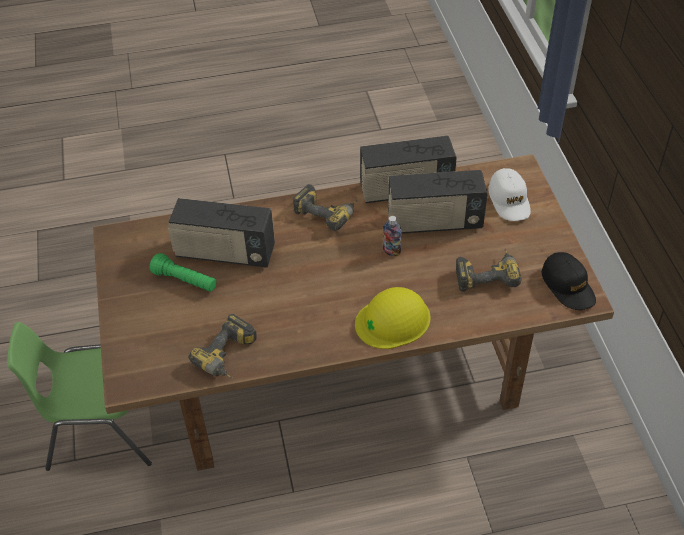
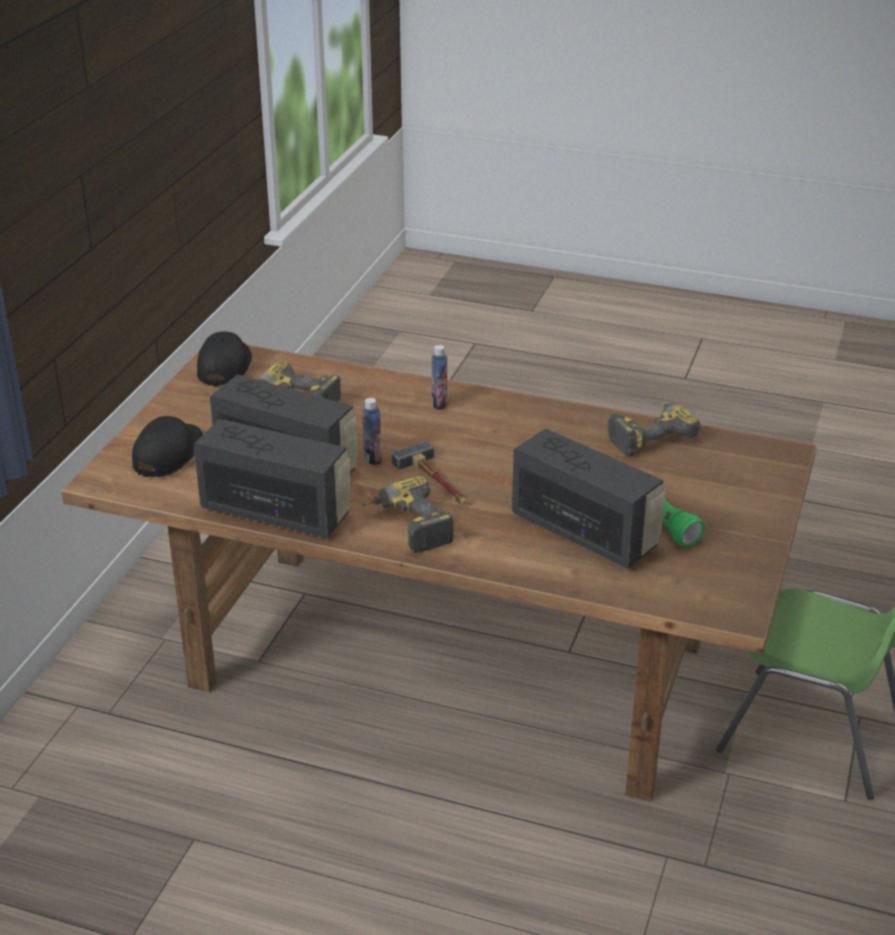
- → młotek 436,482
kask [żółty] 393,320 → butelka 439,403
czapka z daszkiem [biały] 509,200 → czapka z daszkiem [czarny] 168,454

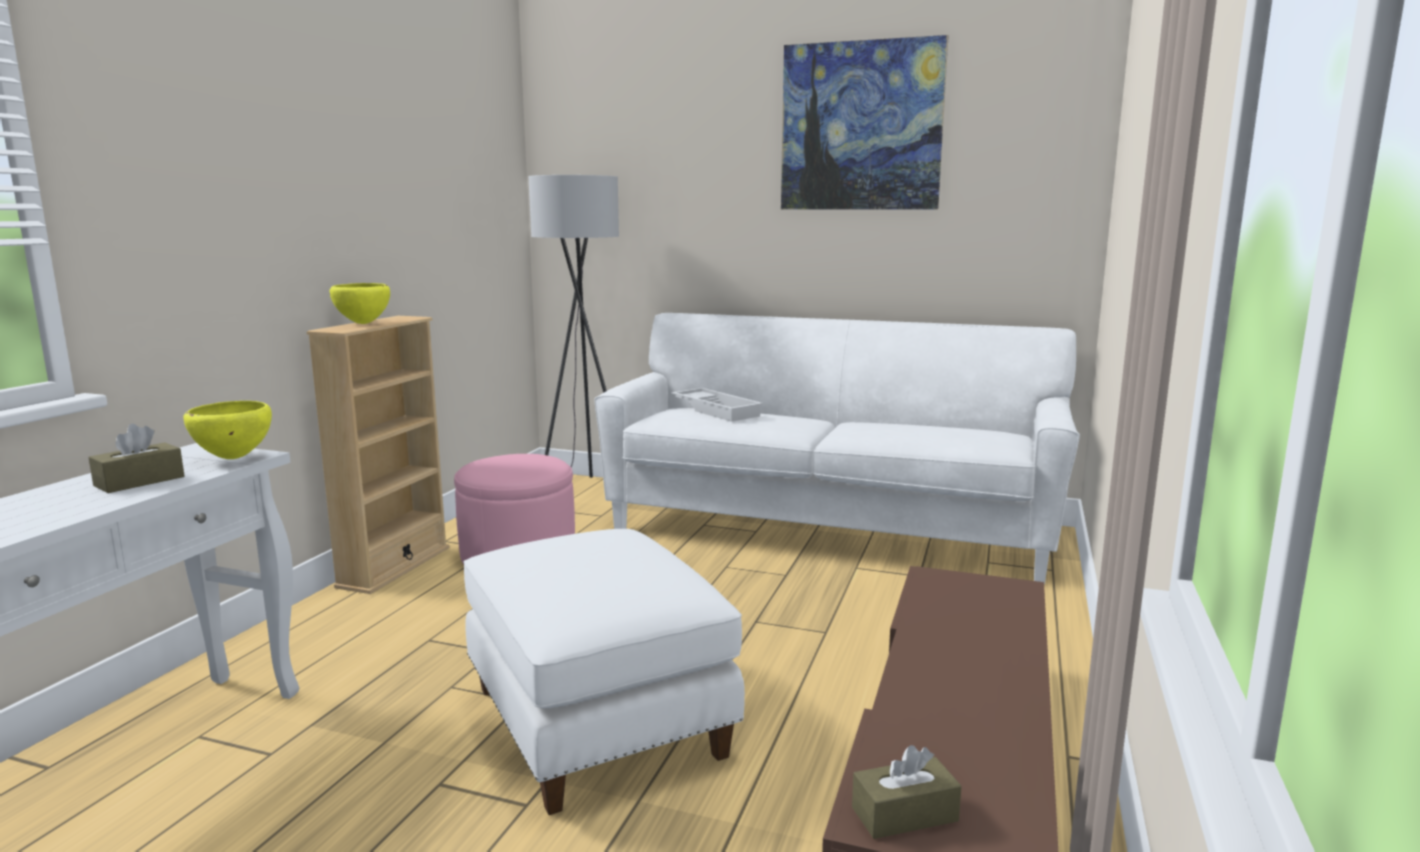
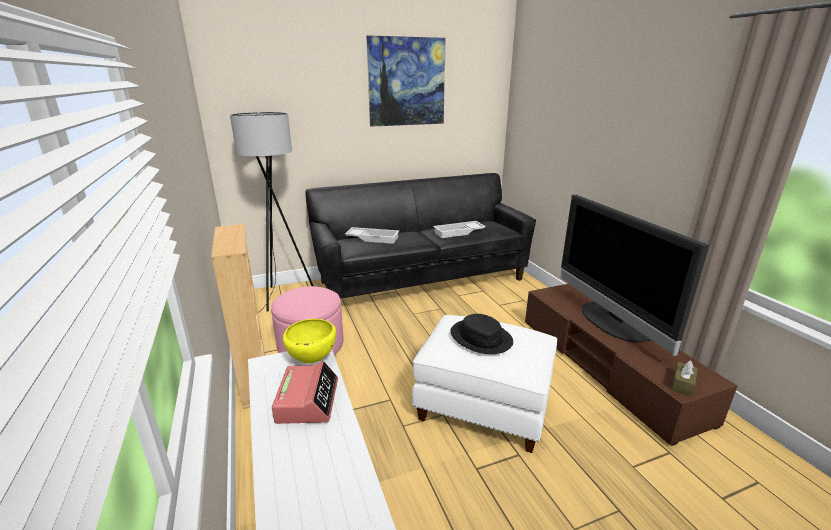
miska [żółty] 364,323 → -
- → taca [biały] 458,232
- → kapelusz [czarny] 481,337
- → telewizor 609,322
pudełko chusteczek [brązowy] 139,481 → budzik 308,400
kanapa [biały] 828,529 → kanapa [czarny] 422,280

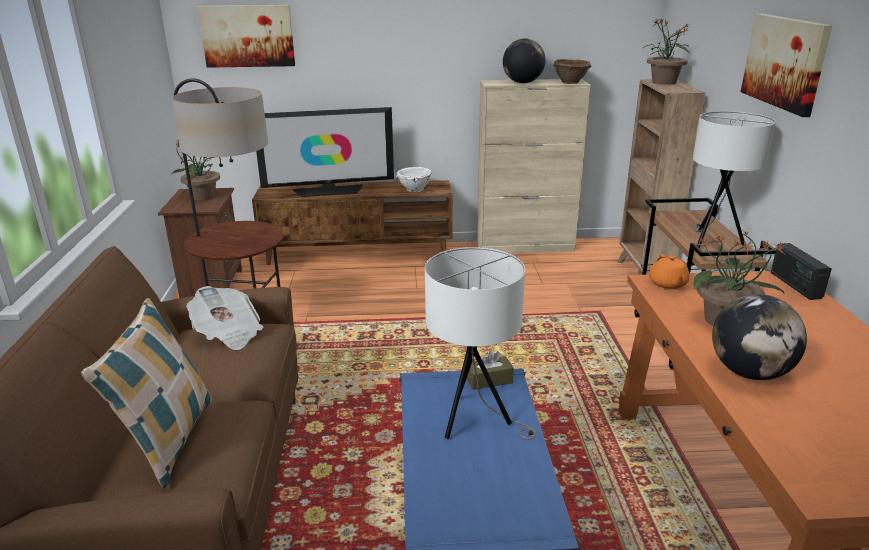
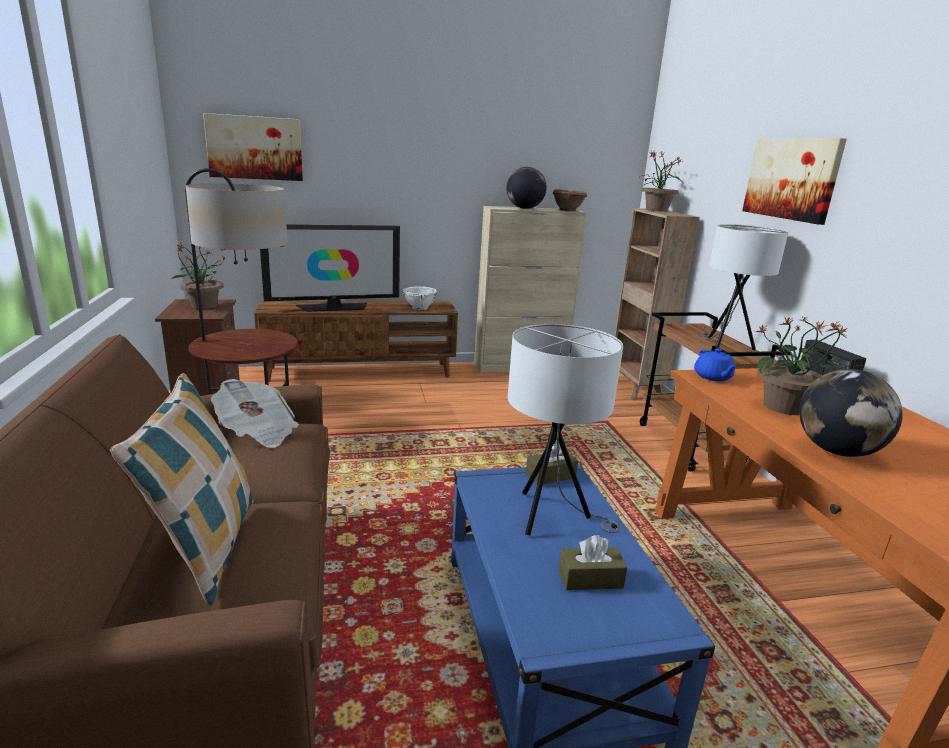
- → pudełko chusteczek [brązowy] 590,578
imbryk [pomarańczowy] 667,284 → imbryk [niebieski] 712,377

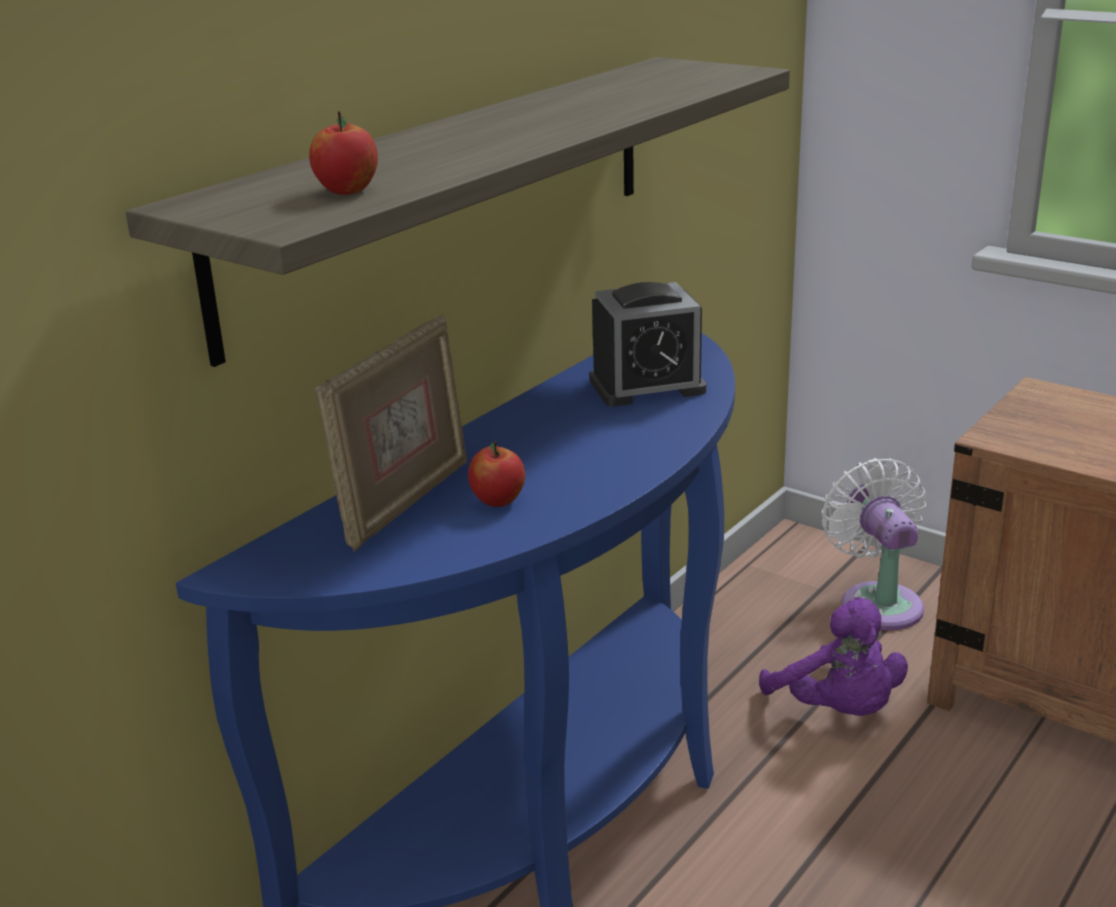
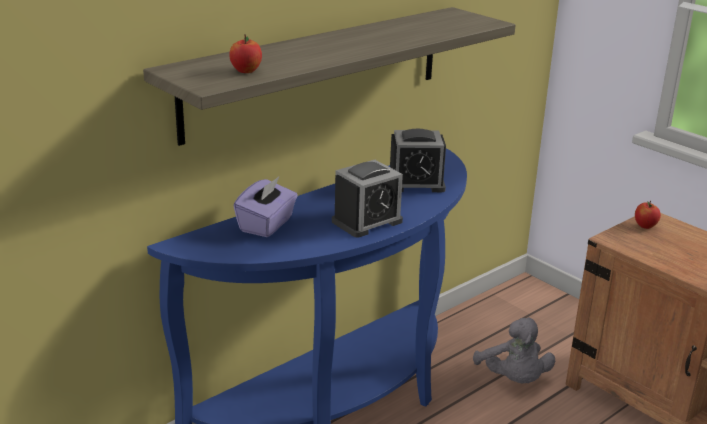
wentylator [biały] 878,602 → -
- → budzik 367,221
jabłko 498,501 → jabłko 645,226, move
ramka na zdjęcie 404,502 → pudełko chusteczek [fioletowy] 267,225
pluszak [fioletowy] 838,710 → pluszak [szary] 513,379

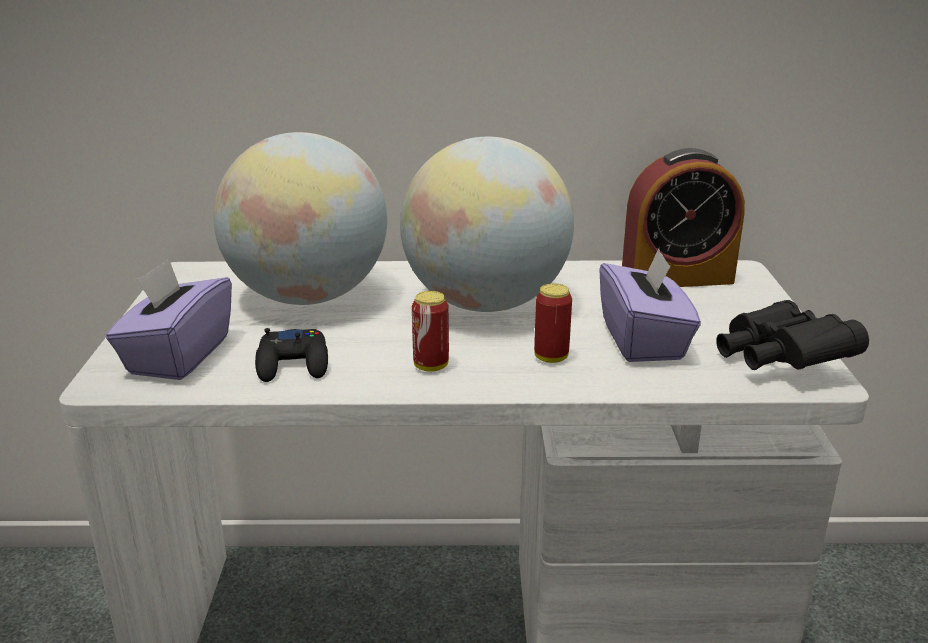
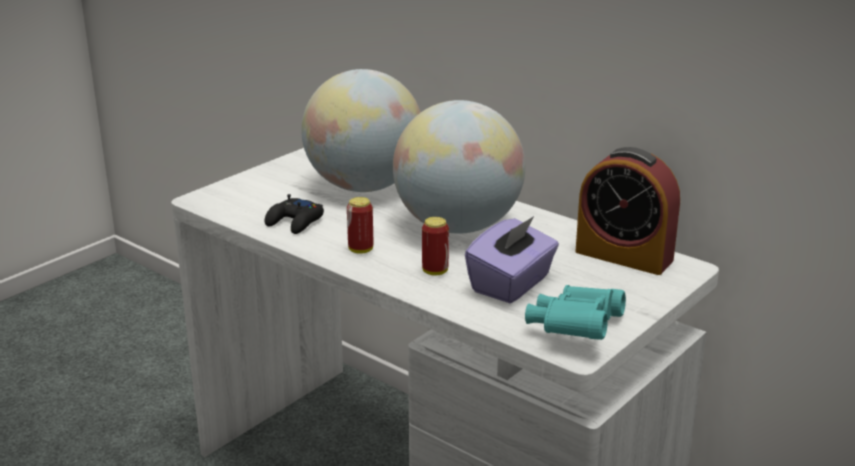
pudełko chusteczek [fioletowy] 178,355 → -
lornetka [czarny] 778,361 → lornetka [turkusowy] 574,330

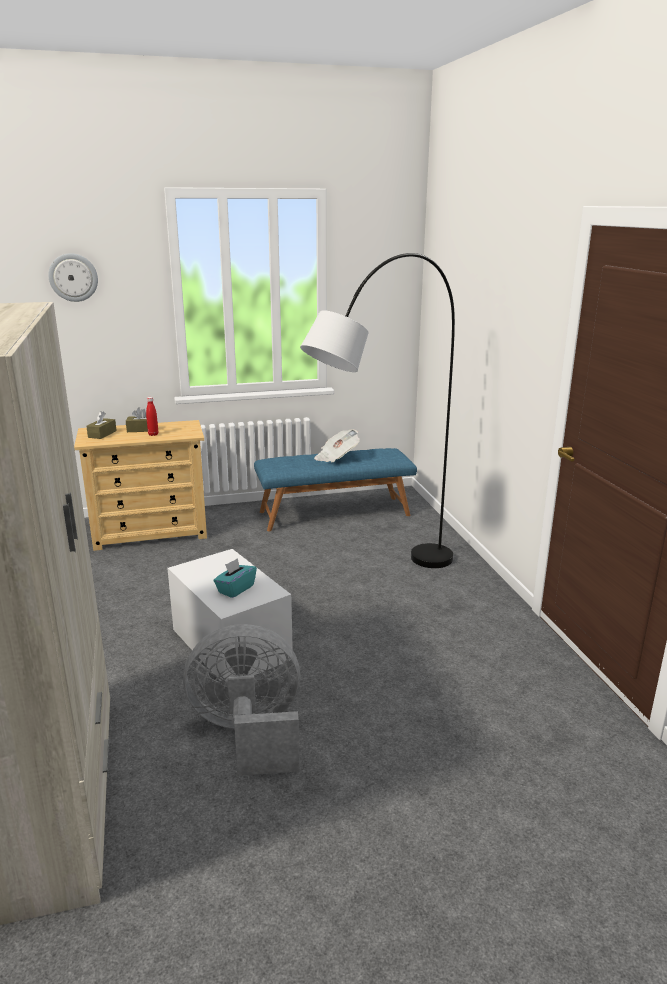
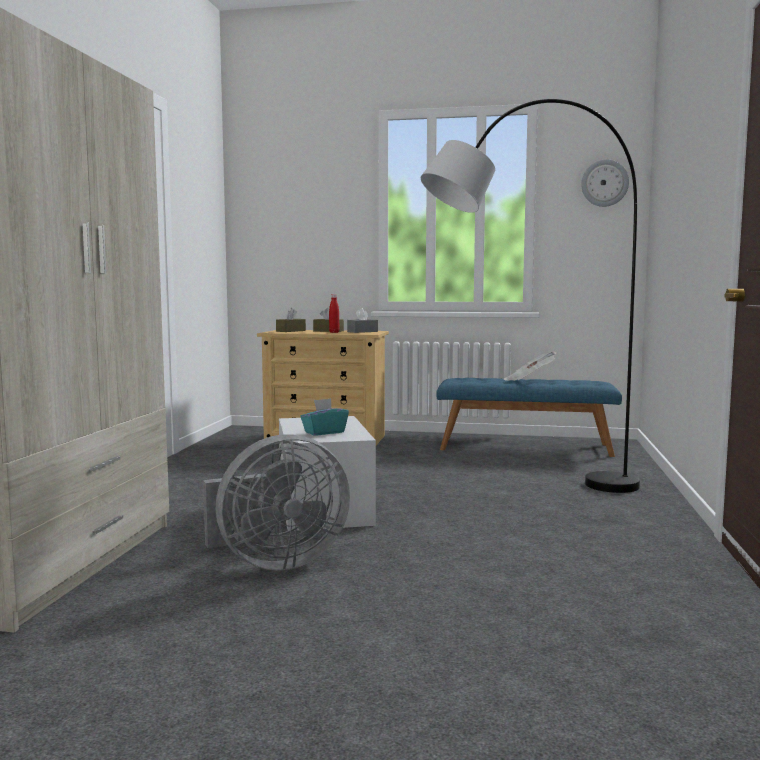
- → pudełko chusteczek [szary] 362,331
zegar ścienny 73,277 → zegar ścienny 604,183, move
wentylator [szary] 249,734 → wentylator [szary] 275,562, 135 degrees clockwise

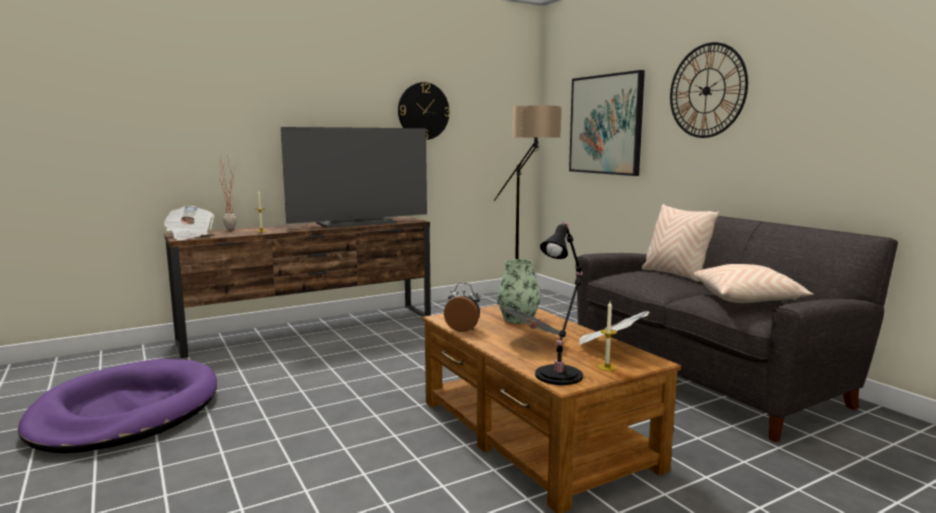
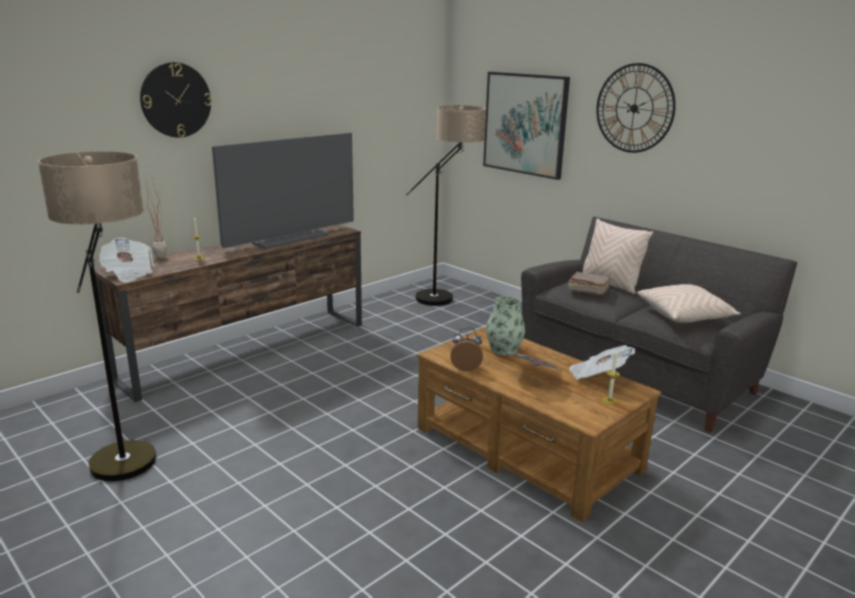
lampa stołowa [czarny] 560,374 → -
- → książka [brązowy] 587,290
zegar ścienny 423,111 → zegar ścienny 176,100, move
legowisko [fioletowy] 126,412 → lampa stojąca 131,474

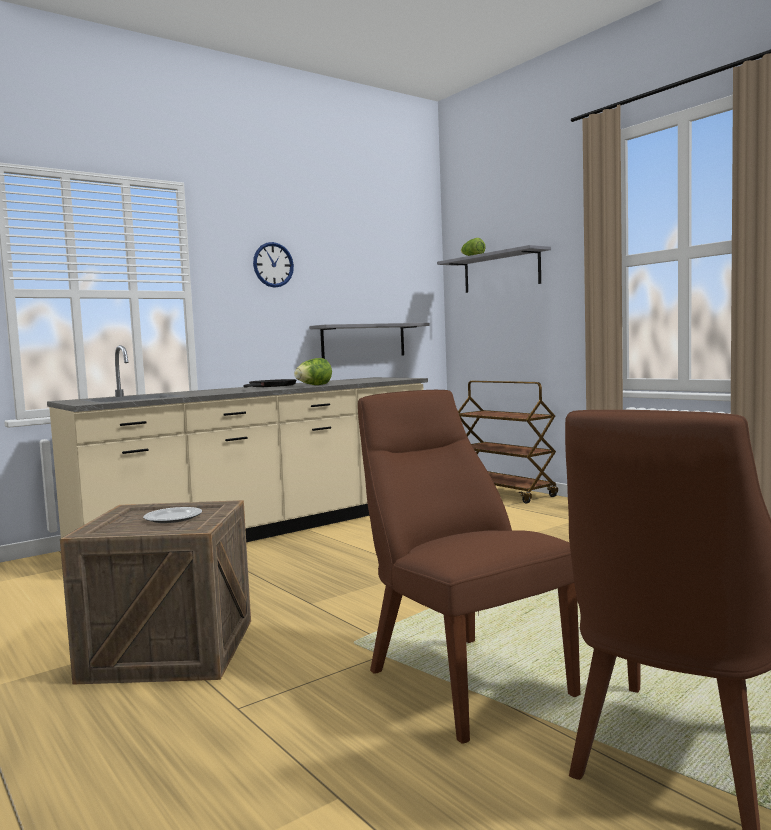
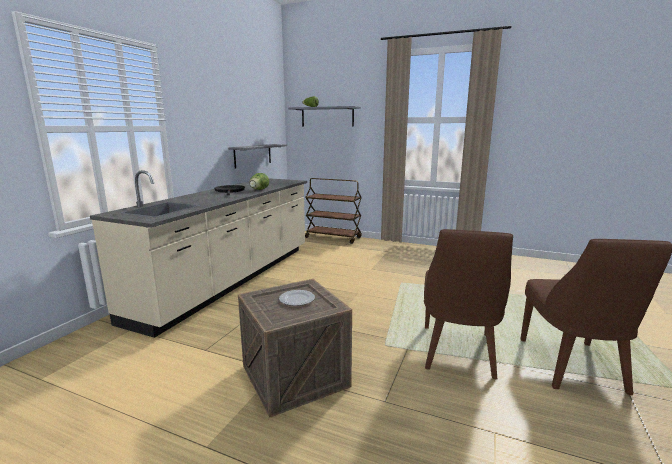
zegar ścienny 273,264 → -
krzesło [brązowy] 462,679 → krzesło [brązowy] 457,353, 105 degrees counterclockwise

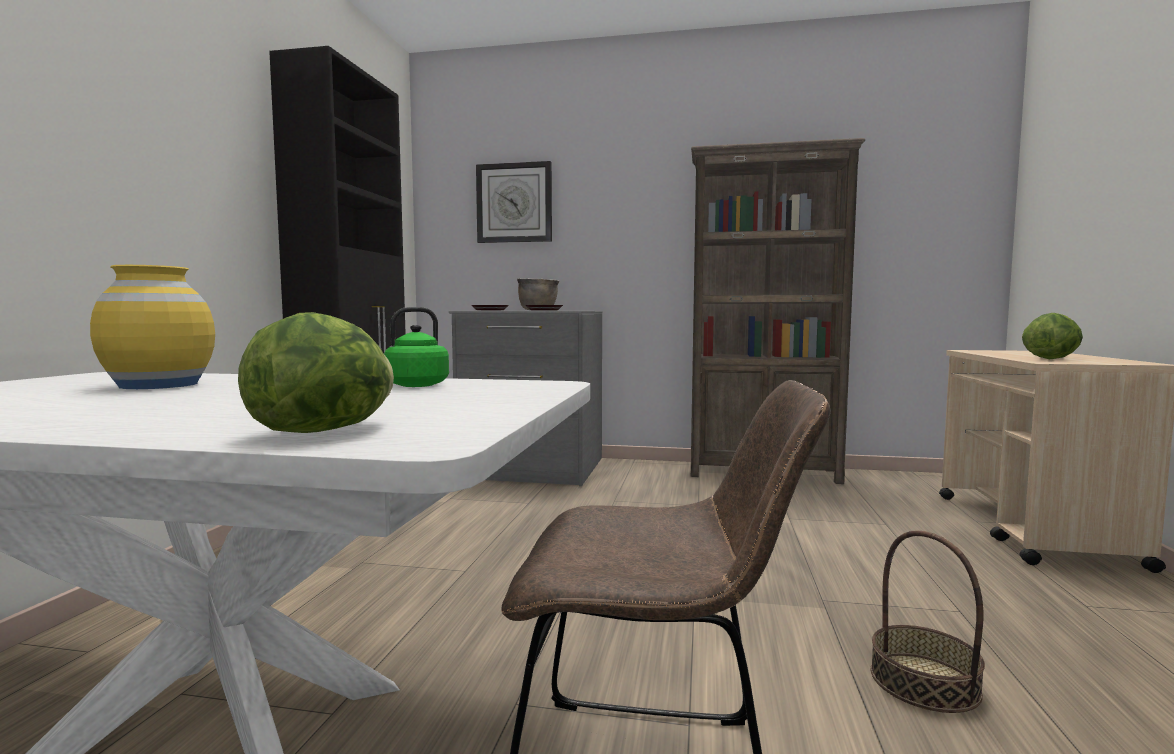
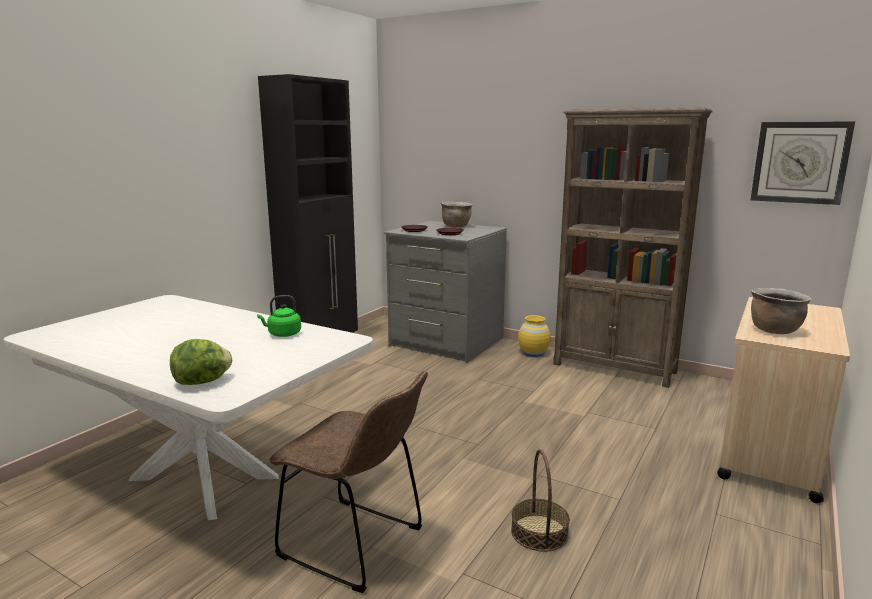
wazon [żółty] 159,385 → wazon [żółty] 533,353, move
zegar ścienny 514,203 → zegar ścienny 800,162, move
sałata 1051,359 → garnek [brązowy] 774,330

